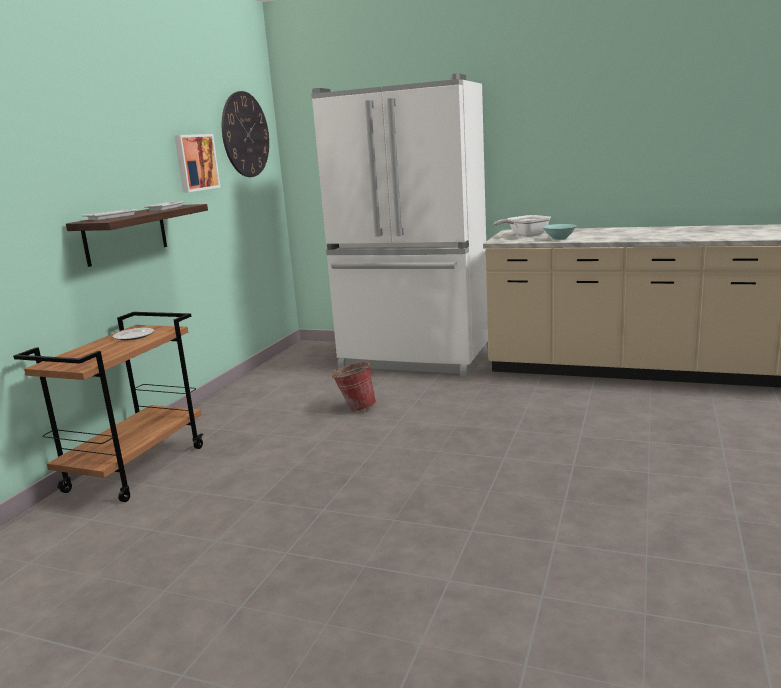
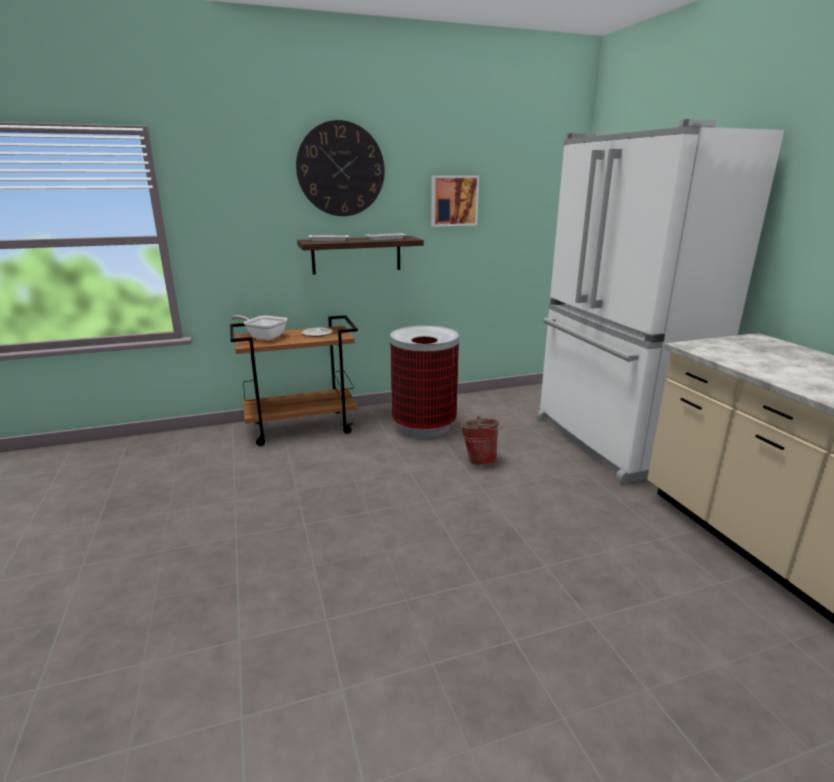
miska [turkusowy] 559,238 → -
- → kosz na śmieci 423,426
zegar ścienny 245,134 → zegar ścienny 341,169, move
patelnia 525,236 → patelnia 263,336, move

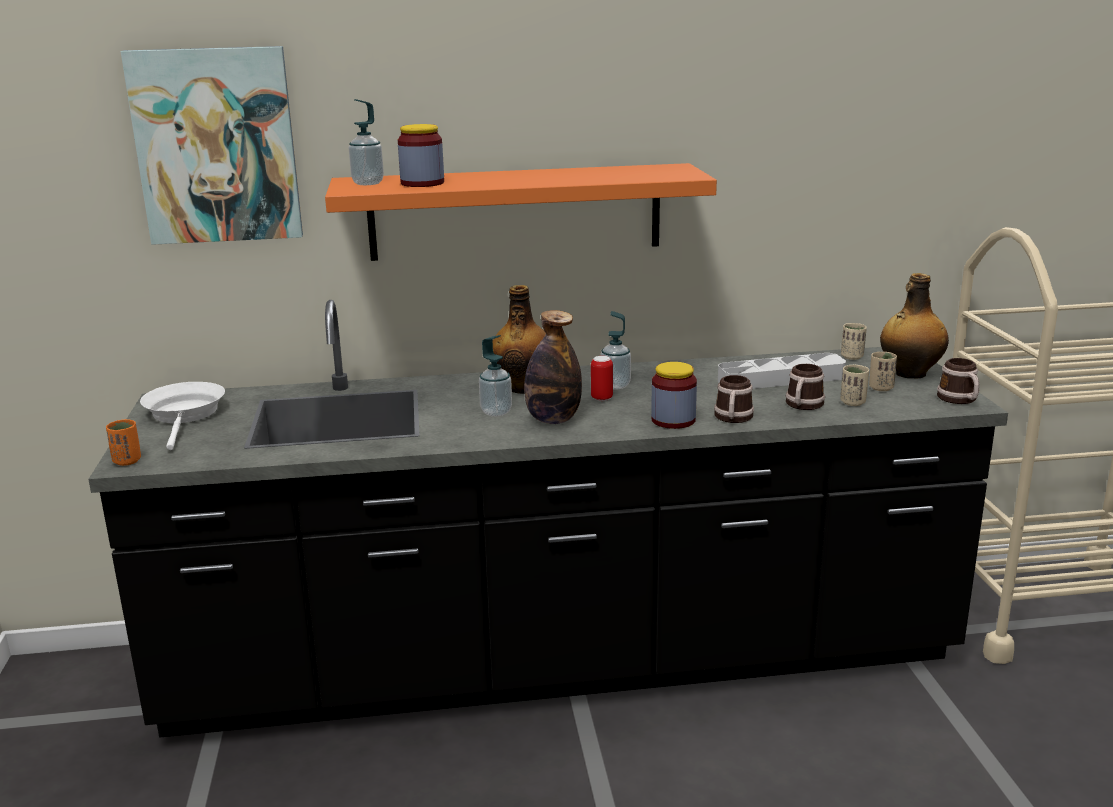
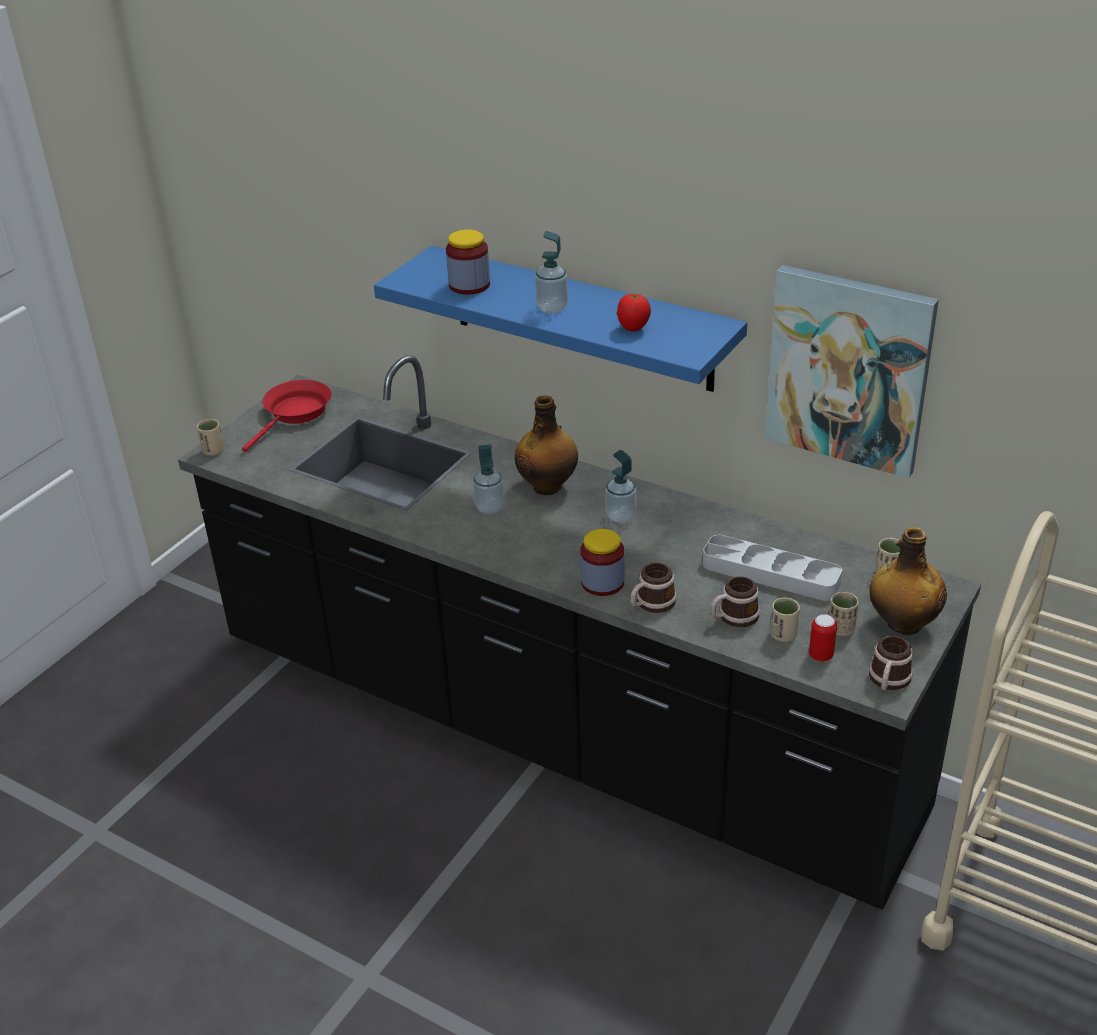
butelka 553,420 → -
- → pomidor 633,328
obraz 217,146 → obraz 849,369, move
dozownik mydła 368,183 → dozownik mydła 552,308, move
puszka 601,398 → puszka 821,656, move
filiżanka [pomarańczowy] 127,461 → filiżanka [beżowy] 213,451
patelnia [biały] 185,415 → patelnia [czerwony] 295,413
półka [pomarańczowy] 515,212 → półka [niebieski] 581,318

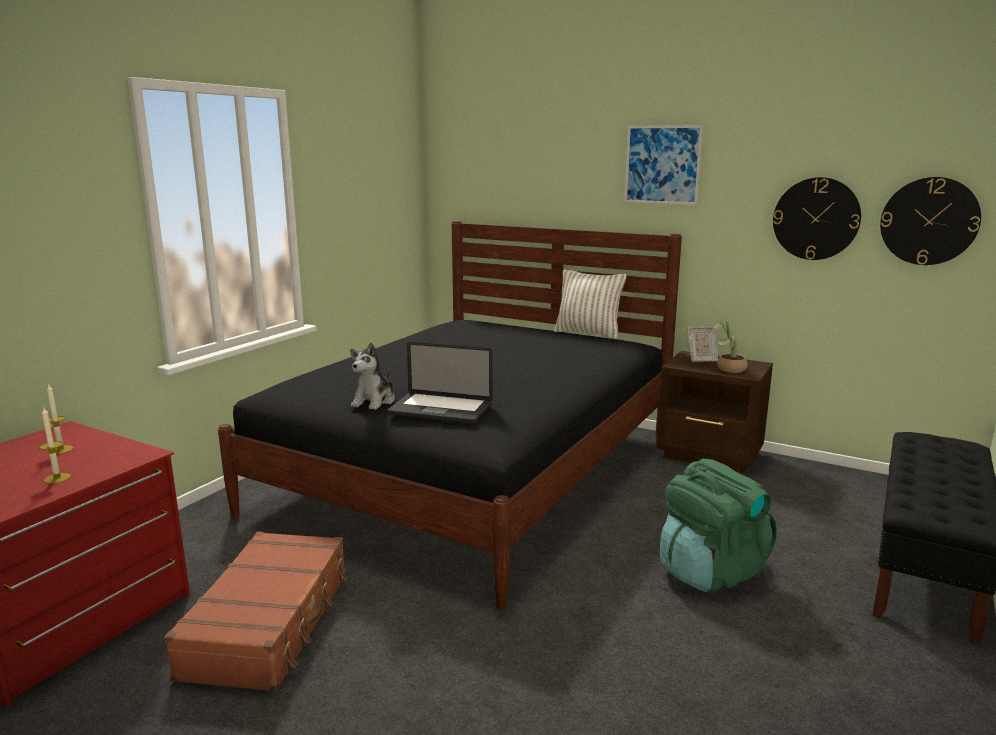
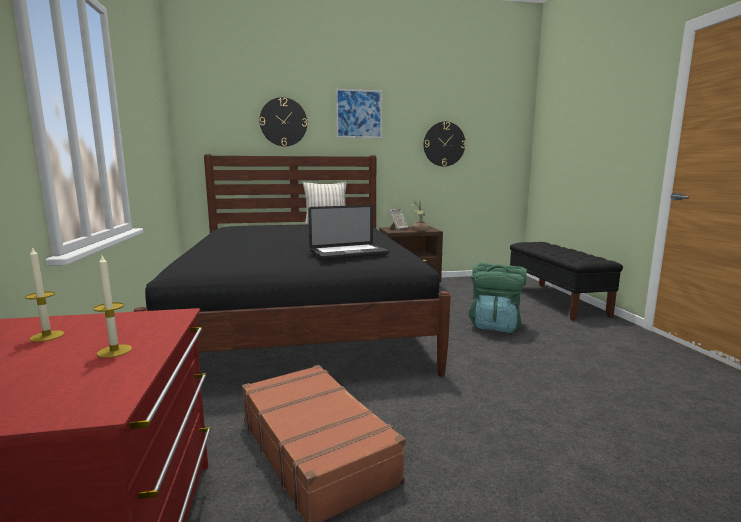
pluszak 374,401 → -
zegar ścienny 929,221 → zegar ścienny 283,122, move

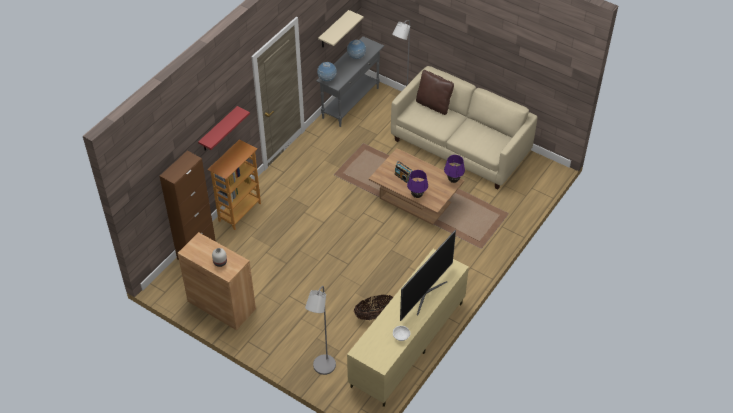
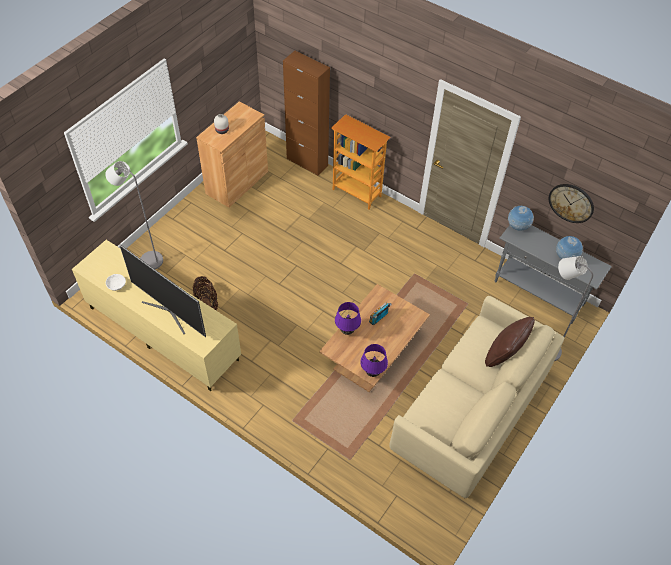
półka [czerwony] 218,130 → -
półka [beżowy] 333,30 → zegar ścienny 571,203

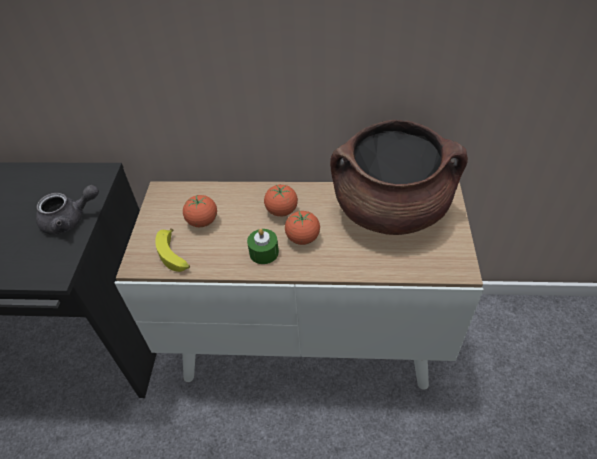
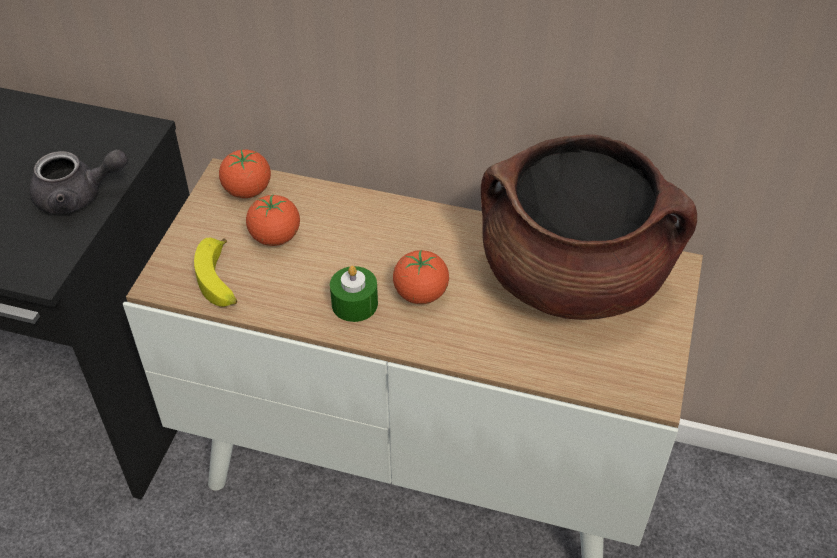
pomidor 281,211 → pomidor 247,191, move

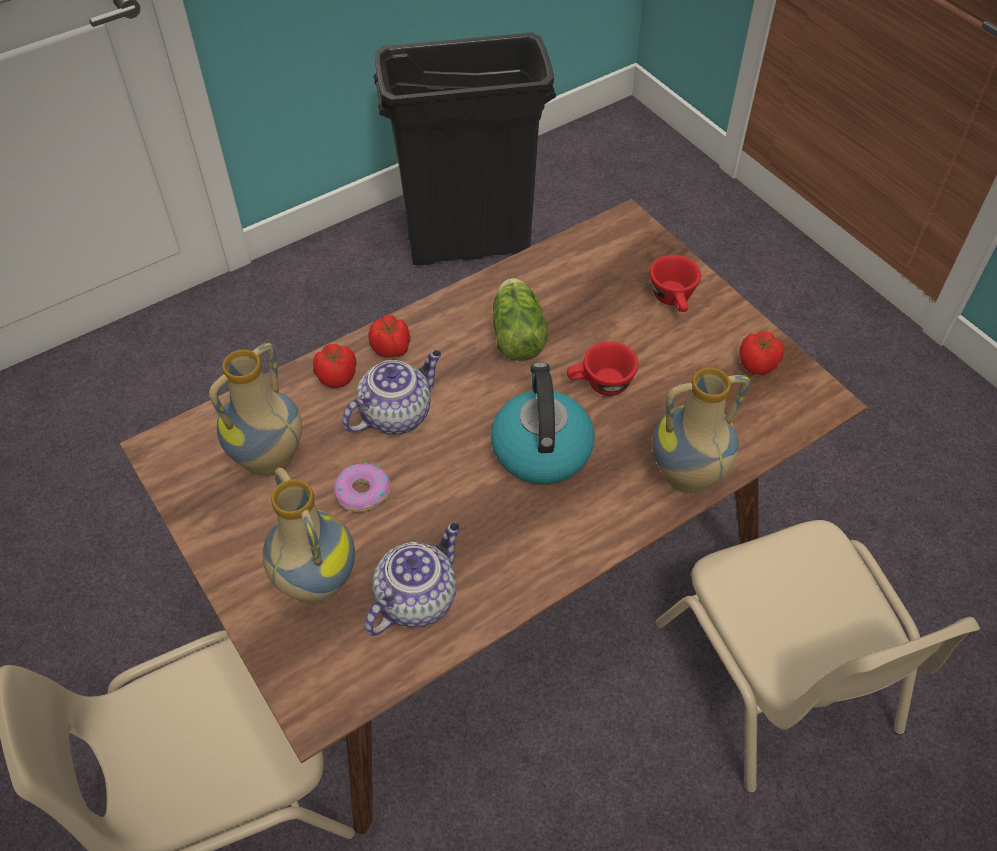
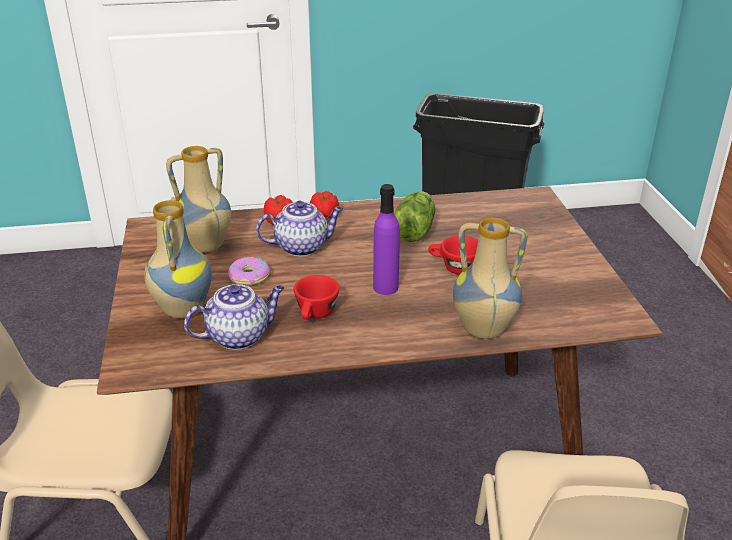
pomidor 758,364 → -
filiżanka [czerwony] 674,300 → filiżanka [czerwony] 315,315, move
czajnik 540,448 → butelka [fioletowy] 385,287

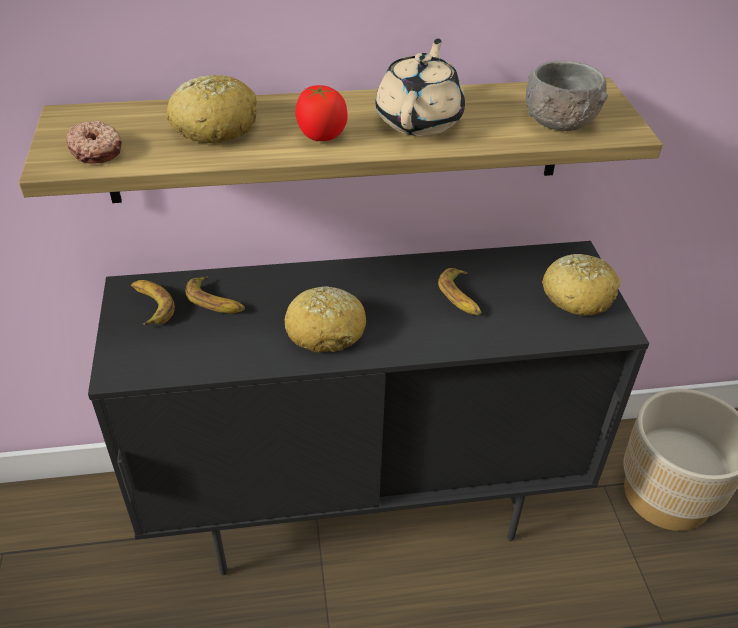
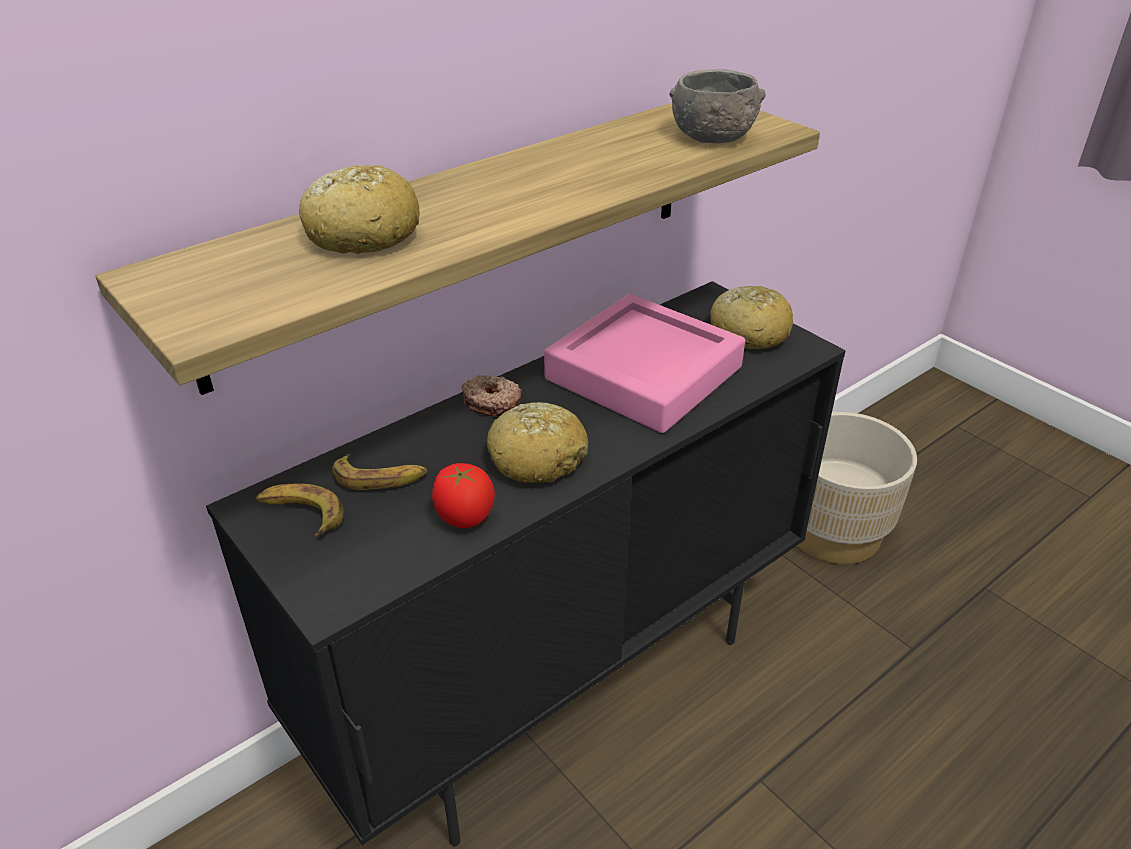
imbryk [beżowy] 420,120 → -
donut 97,150 → donut 492,402, move
pomidor 321,136 → pomidor 464,518, move
banan 461,297 → taca [różowy] 643,373

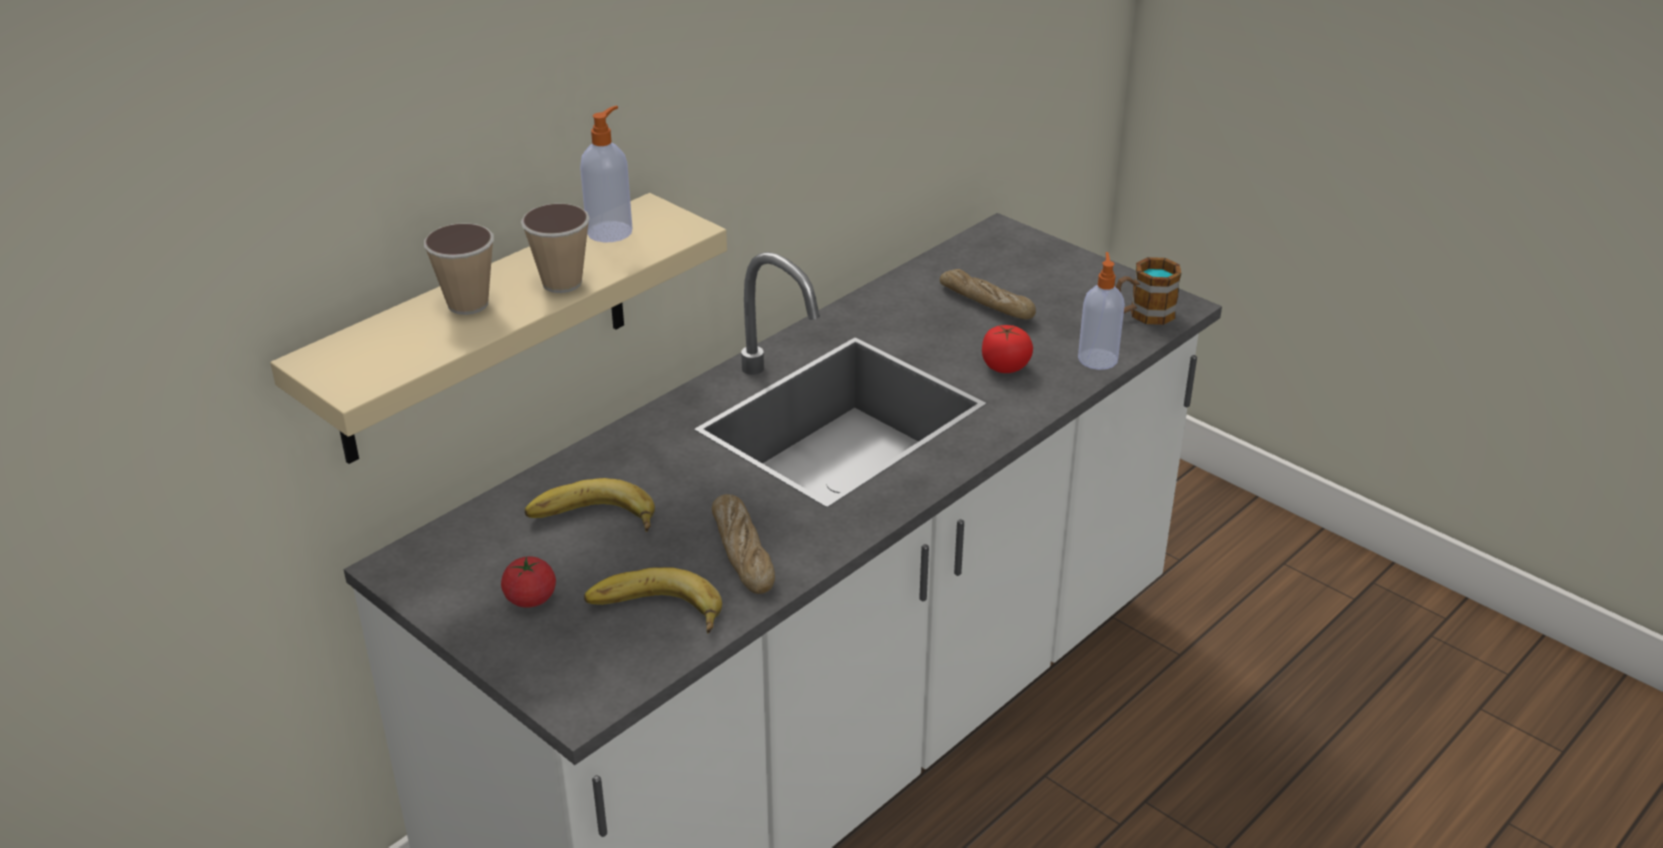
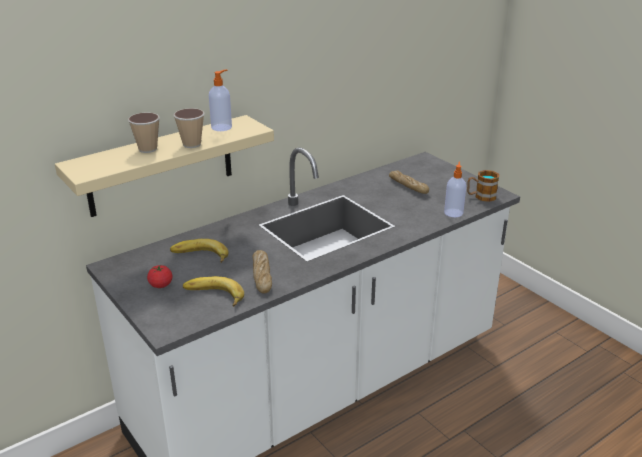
pomidor 1005,366 → -

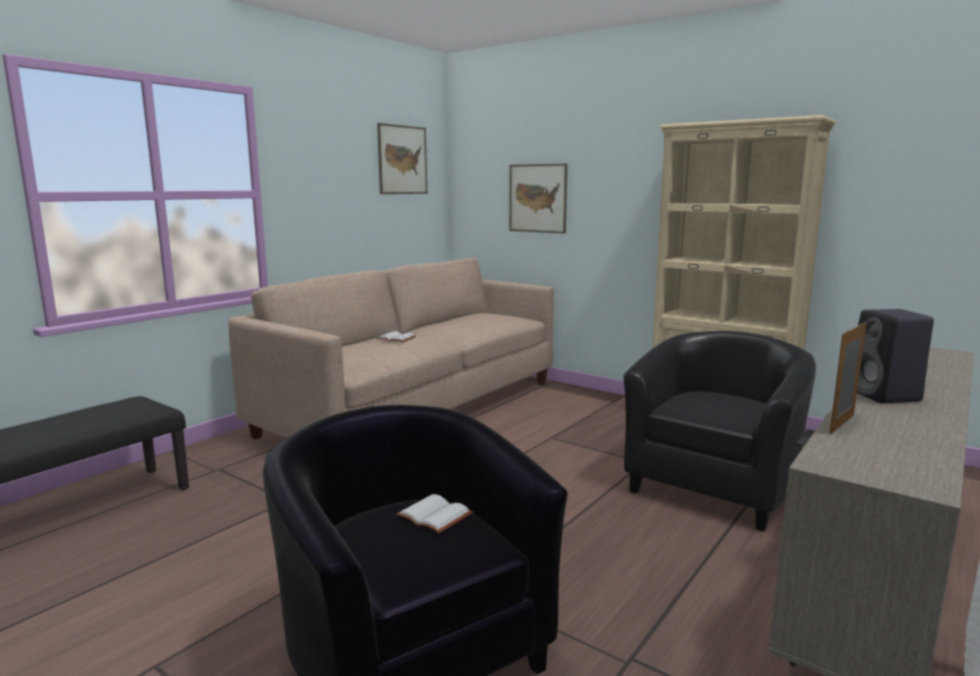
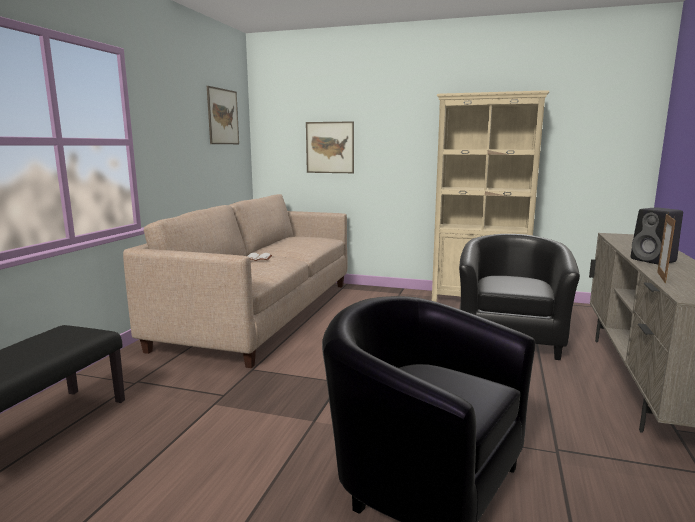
książka [biały] 436,515 → -

